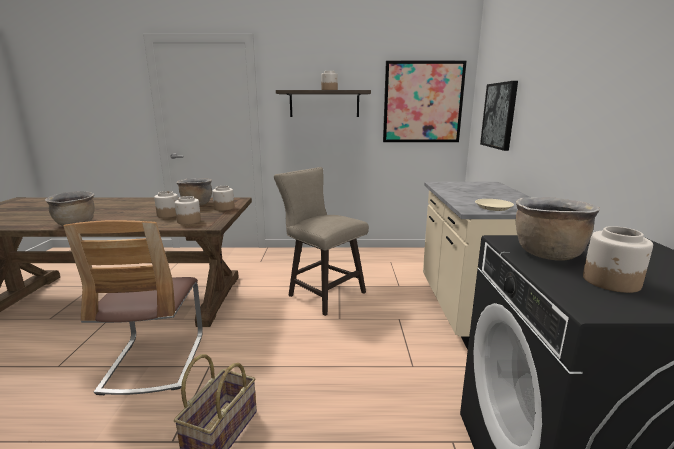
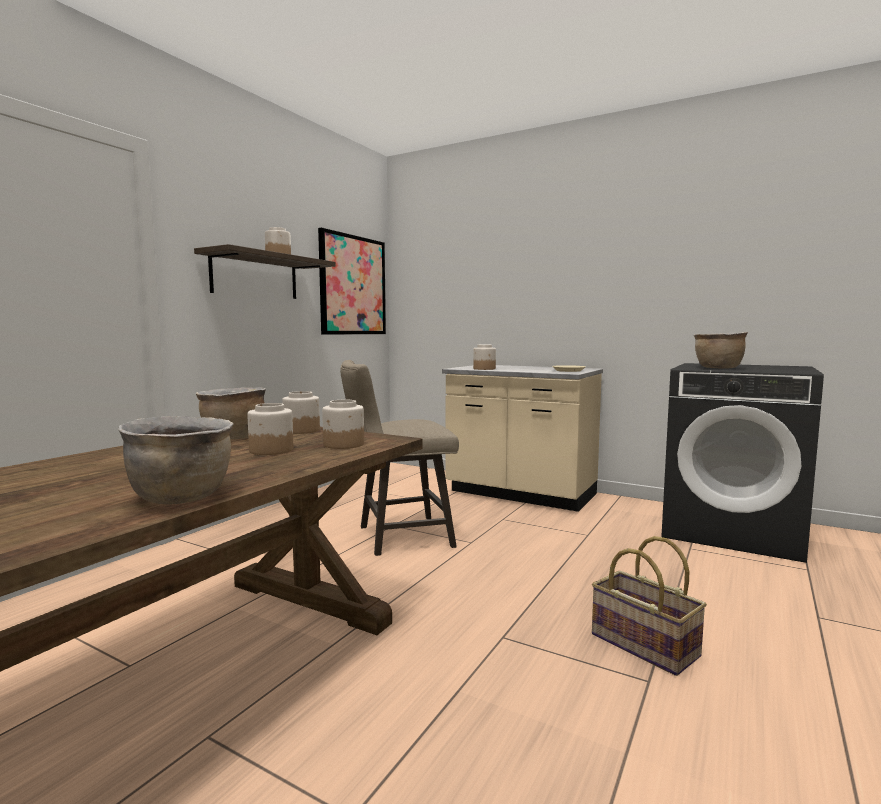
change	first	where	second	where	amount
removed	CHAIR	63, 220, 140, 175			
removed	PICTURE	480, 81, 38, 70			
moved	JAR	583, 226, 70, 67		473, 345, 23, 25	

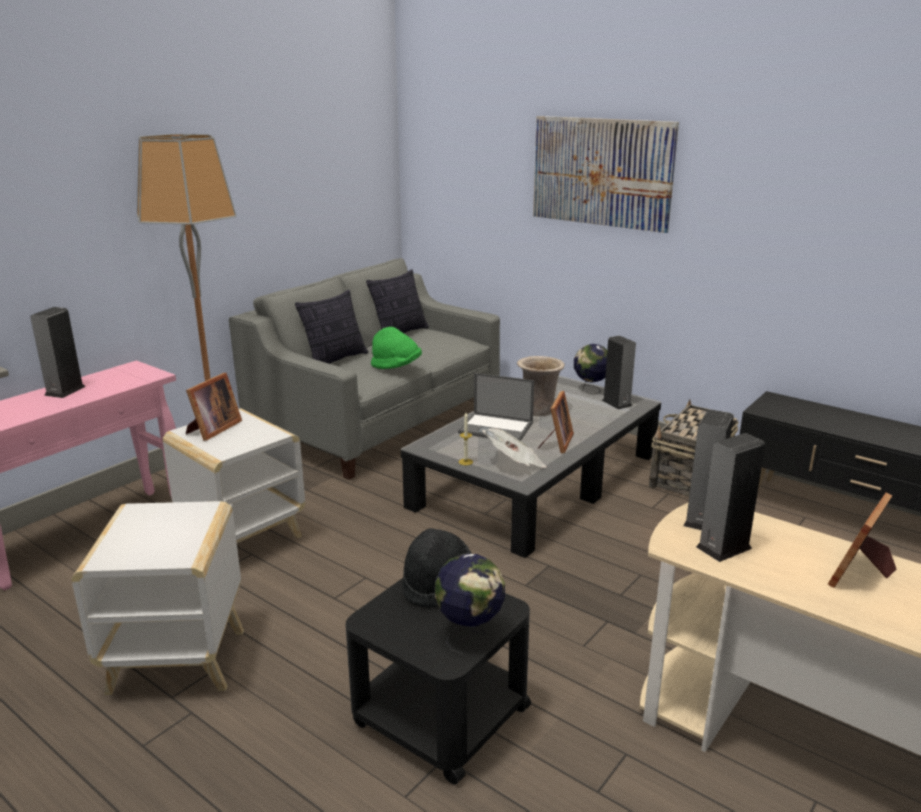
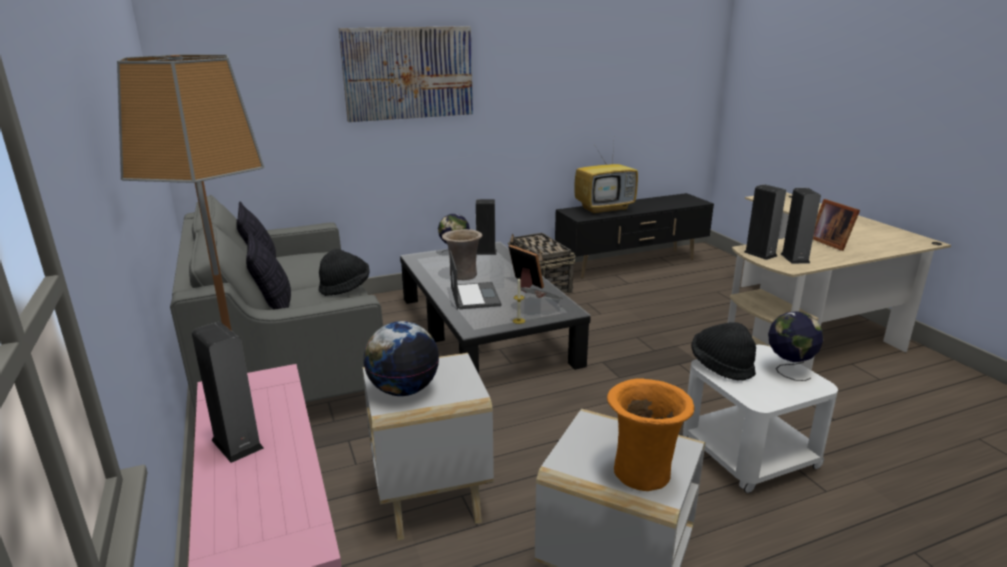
change	first	where	second	where	amount
replaced	PICTURE FRAME	186, 373, 56, 68	GLOBE	363, 321, 76, 75	
recoloured	BLACK SIDE TABLE	346, 578, 185, 206	WHITE SIDE TABLE	683, 345, 155, 148	
recoloured	GREEN HAT	371, 327, 51, 42	BLACK HAT	319, 249, 50, 47	
turned	LAPTOP	458, 373, 76, 68		450, 250, 51, 60	60 degrees counterclockwise
added			TELEVISION	575, 145, 63, 69	
added			ORANGE VASE	607, 379, 88, 112	

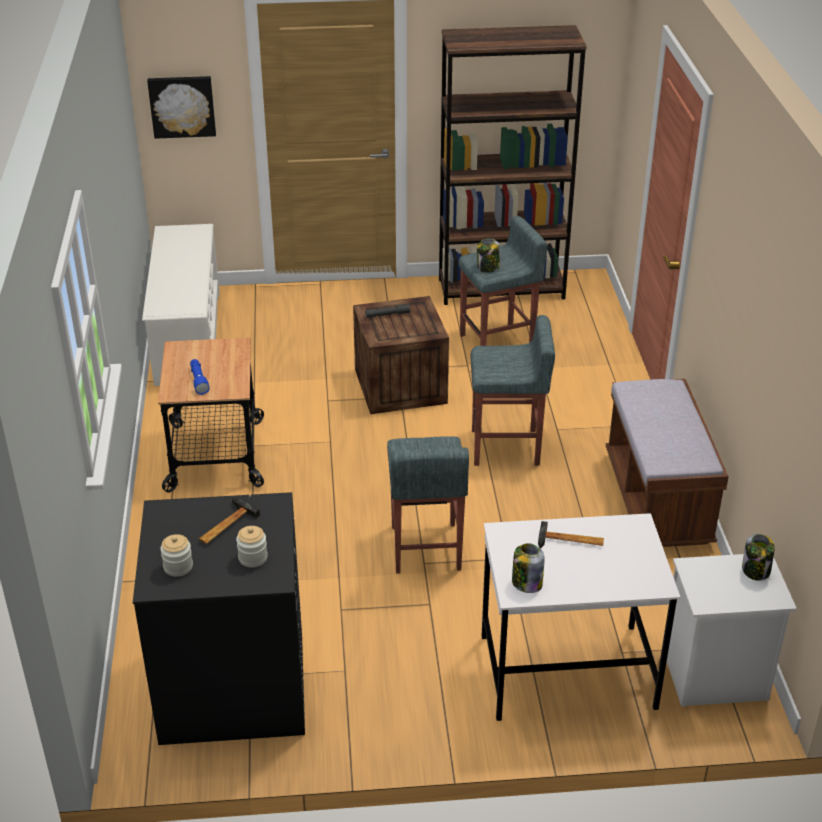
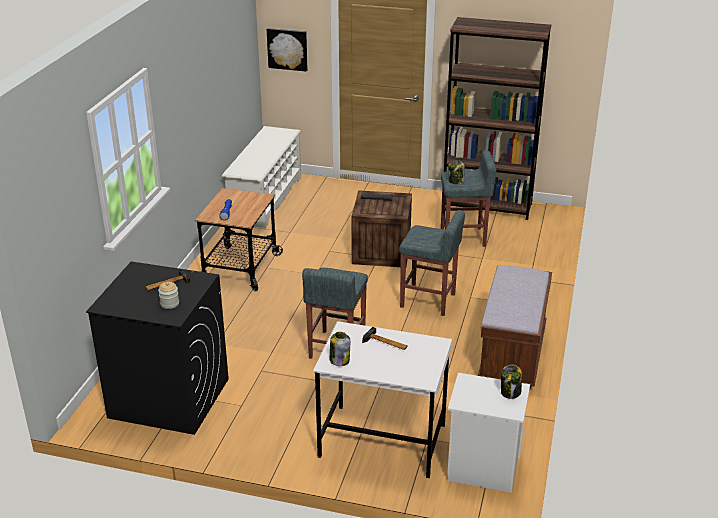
change	first	where	second	where	amount
removed	JAR	160, 534, 33, 43			

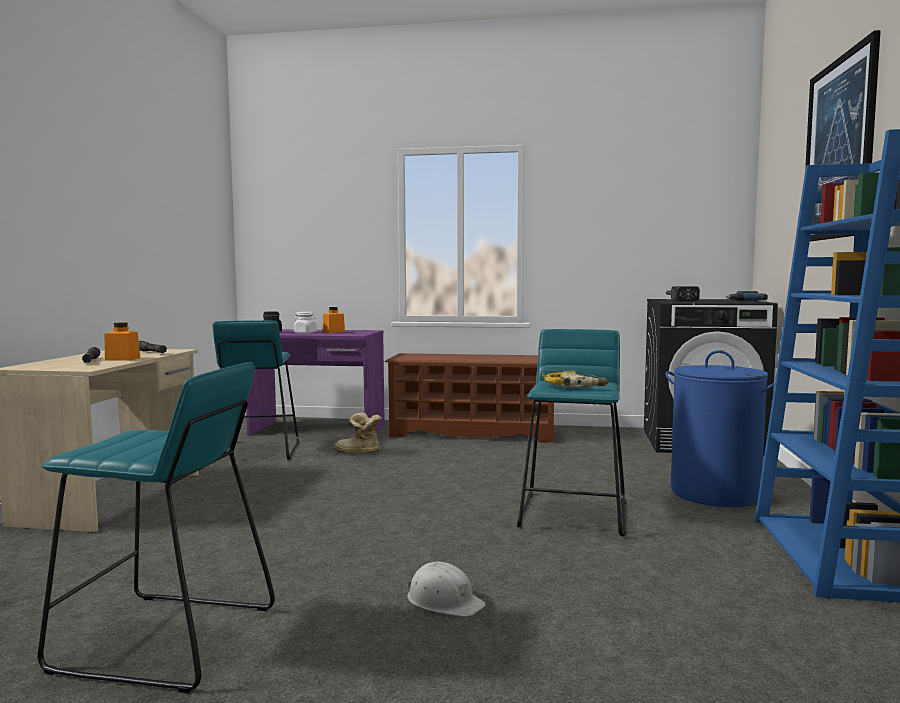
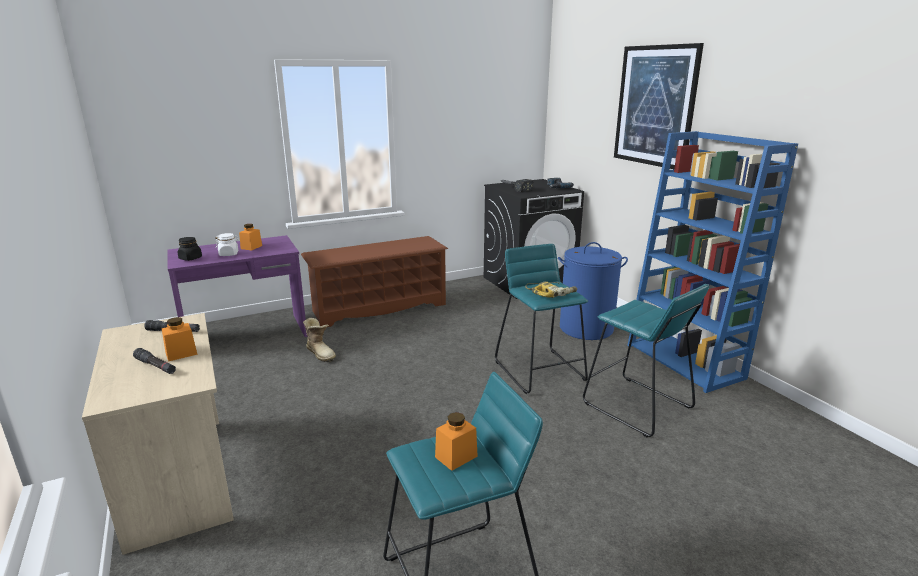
change	first	where	second	where	amount
moved	TURQUOISE STOOL	213, 321, 86, 139		583, 284, 126, 153	
turned	BOOT	334, 413, 48, 40		303, 318, 33, 44	120 degrees counterclockwise
removed	WHITE HARD HAT	407, 562, 79, 55			
added			ORANGE JAR	435, 412, 43, 59	

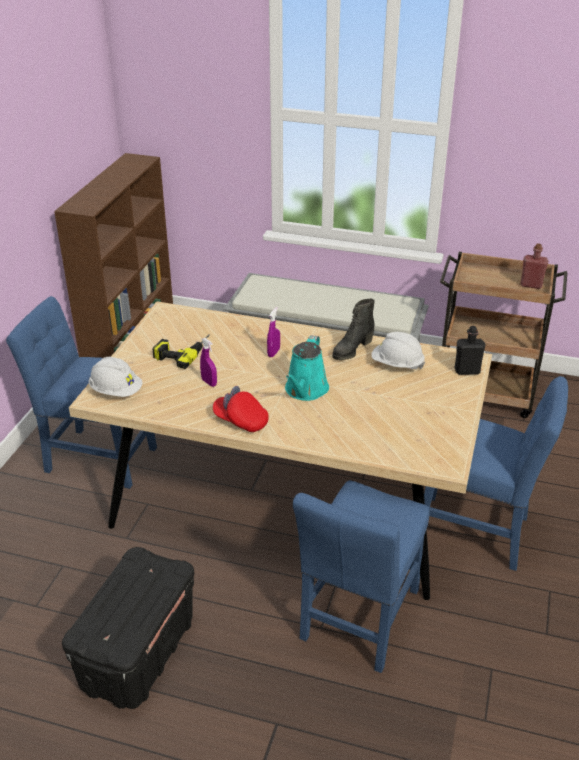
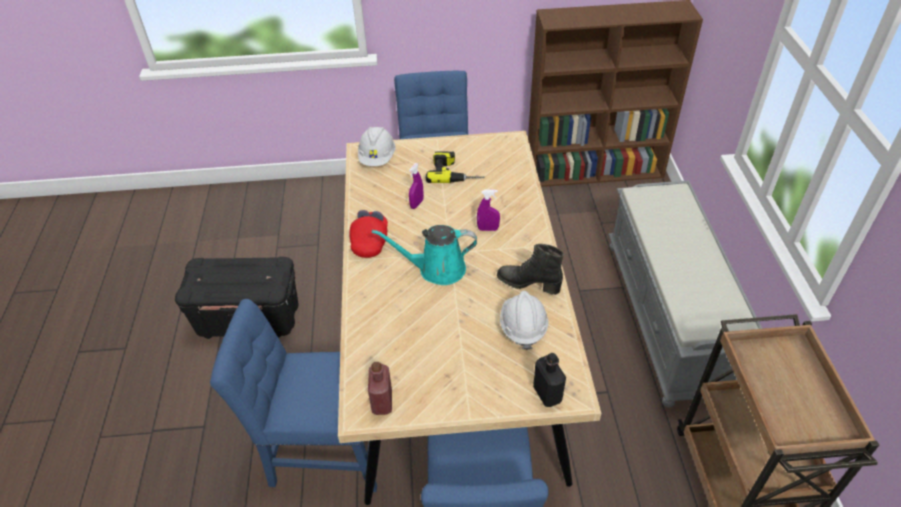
change	first	where	second	where	amount
moved	RED BOTTLE	520, 243, 29, 46		368, 362, 24, 53	

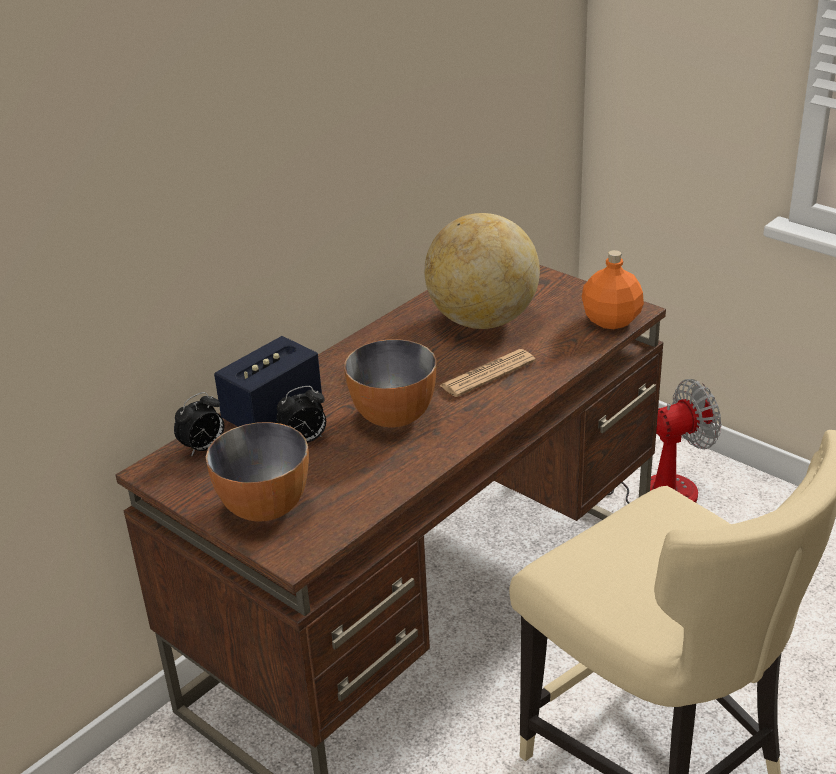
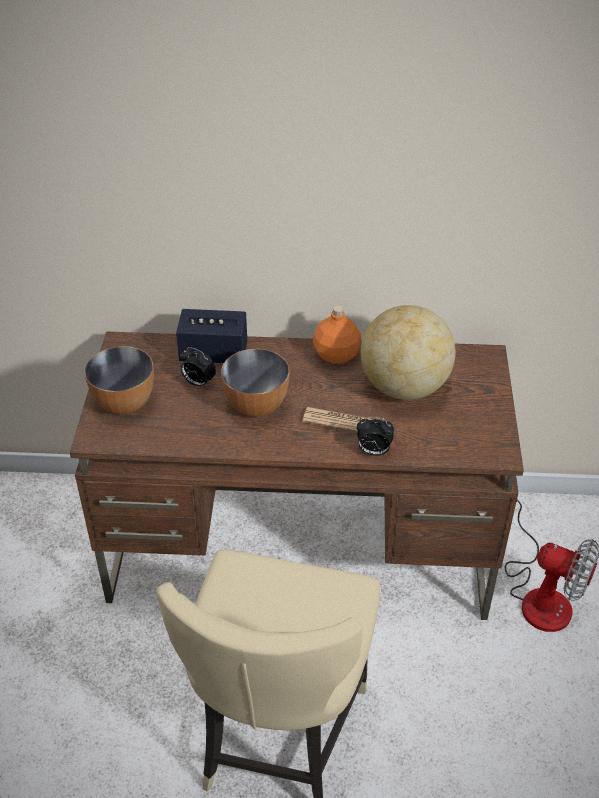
change	first	where	second	where	amount
moved	ALARM CLOCK	174, 392, 50, 64		357, 417, 37, 39	
moved	ORANGE BOTTLE	582, 250, 62, 79		313, 306, 48, 58	

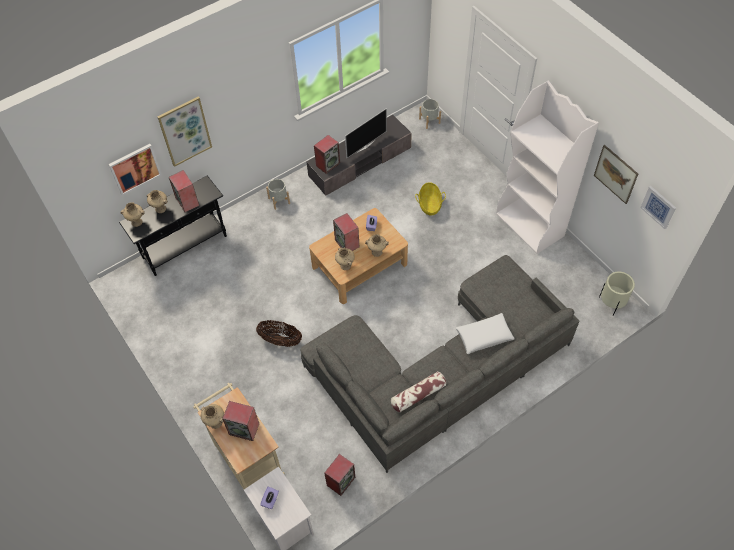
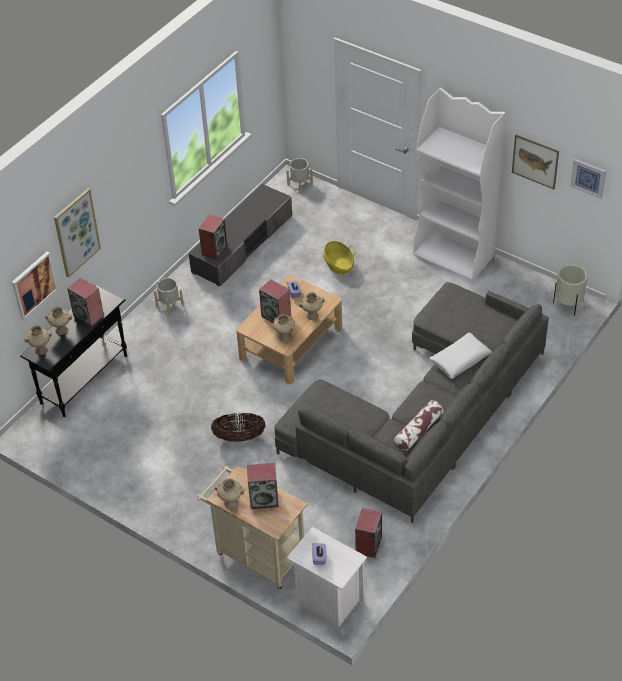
change	first	where	second	where	amount
removed	TELEVISION	345, 108, 42, 50			

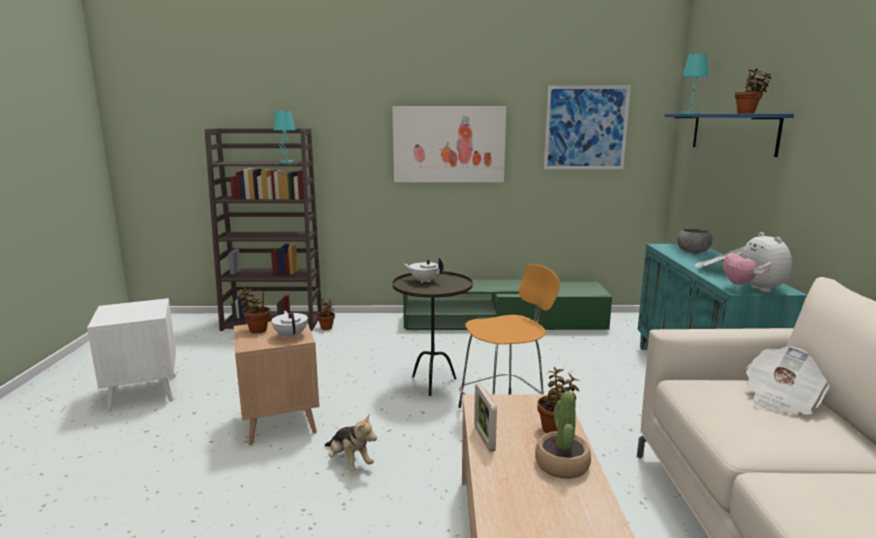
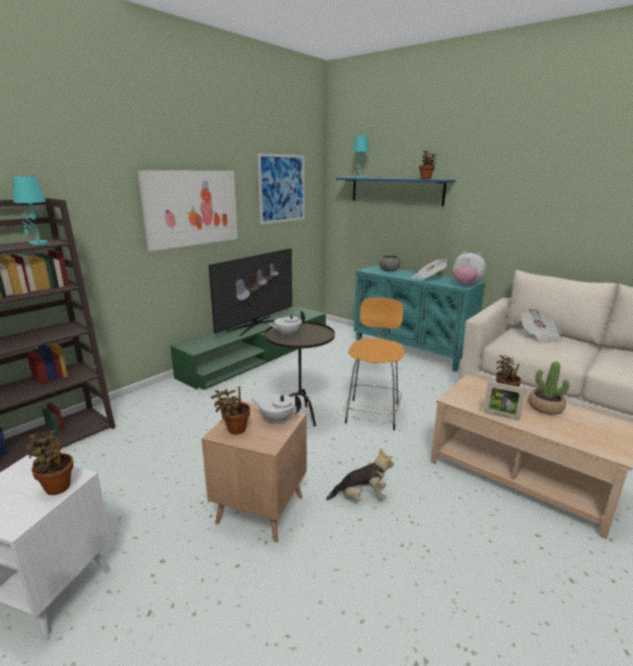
change	first	where	second	where	amount
moved	POTTED PLANT	317, 298, 18, 32		26, 430, 47, 65	
added			TELEVISION	209, 248, 83, 88	

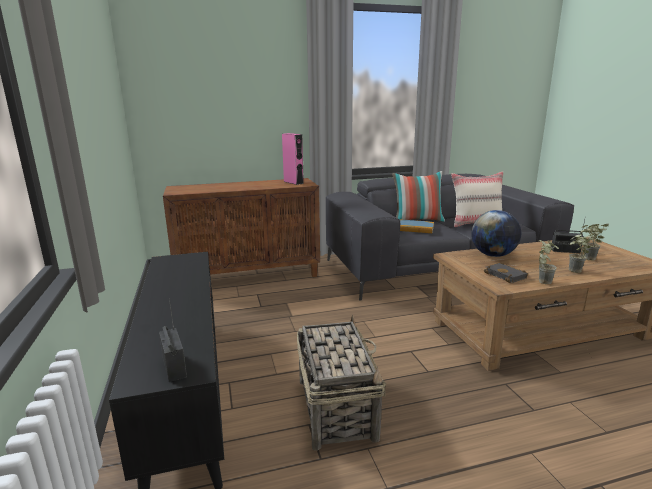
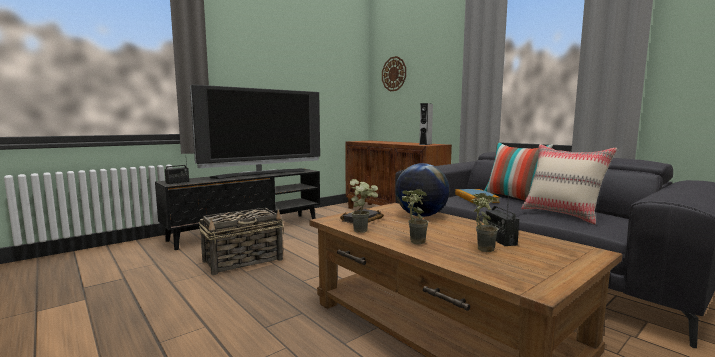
change	first	where	second	where	amount
recoloured	PINK SPEAKER	282, 133, 22, 52	GREY SPEAKER	419, 103, 14, 42	
added			TELEVISION	190, 85, 130, 94	
added			WALL CLOCK	382, 56, 24, 35	

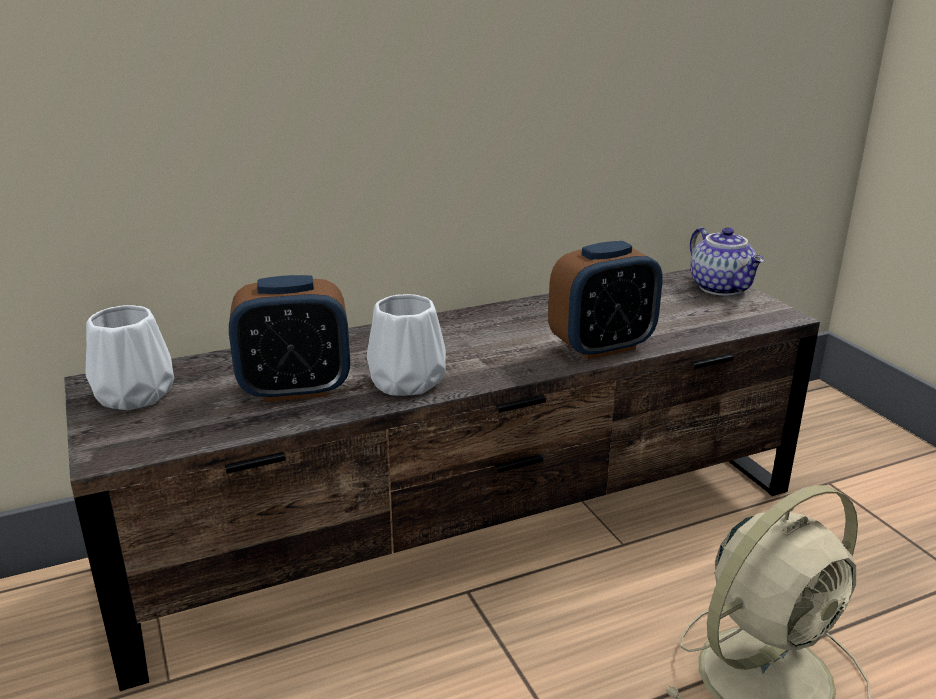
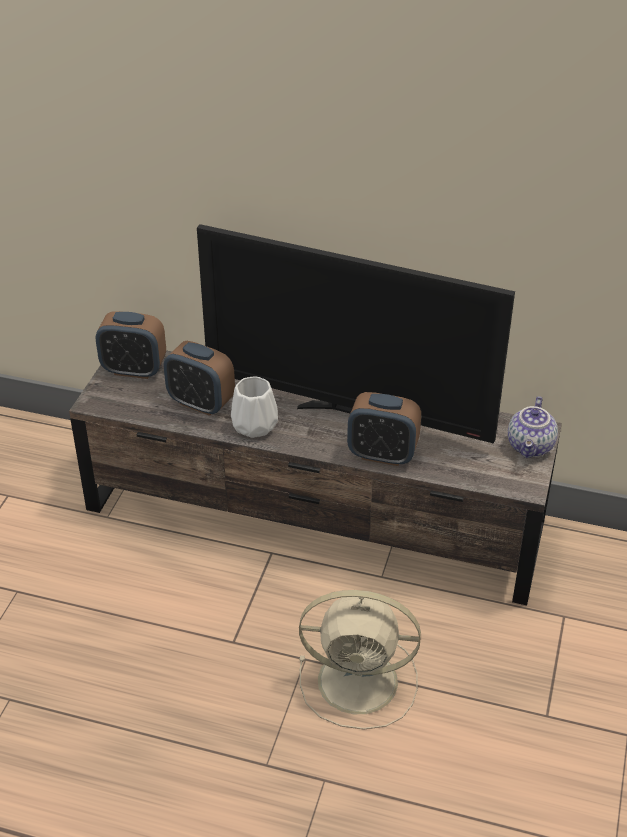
change	first	where	second	where	amount
replaced	WHITE VASE	86, 305, 88, 105	ALARM CLOCK	96, 311, 70, 68	
added			TELEVISION	197, 224, 318, 220	

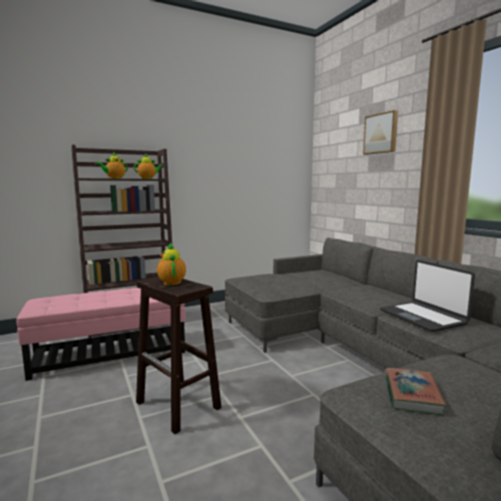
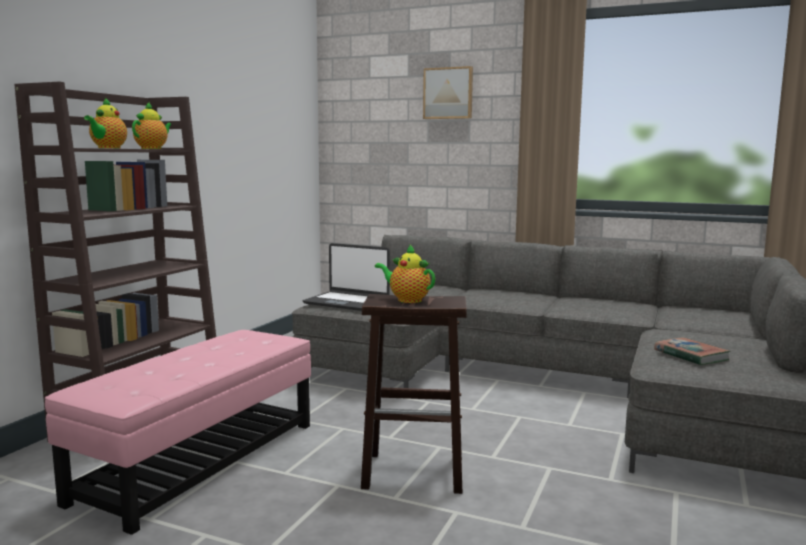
change	first	where	second	where	amount
moved	LAPTOP	380, 260, 95, 72		303, 243, 87, 68	

